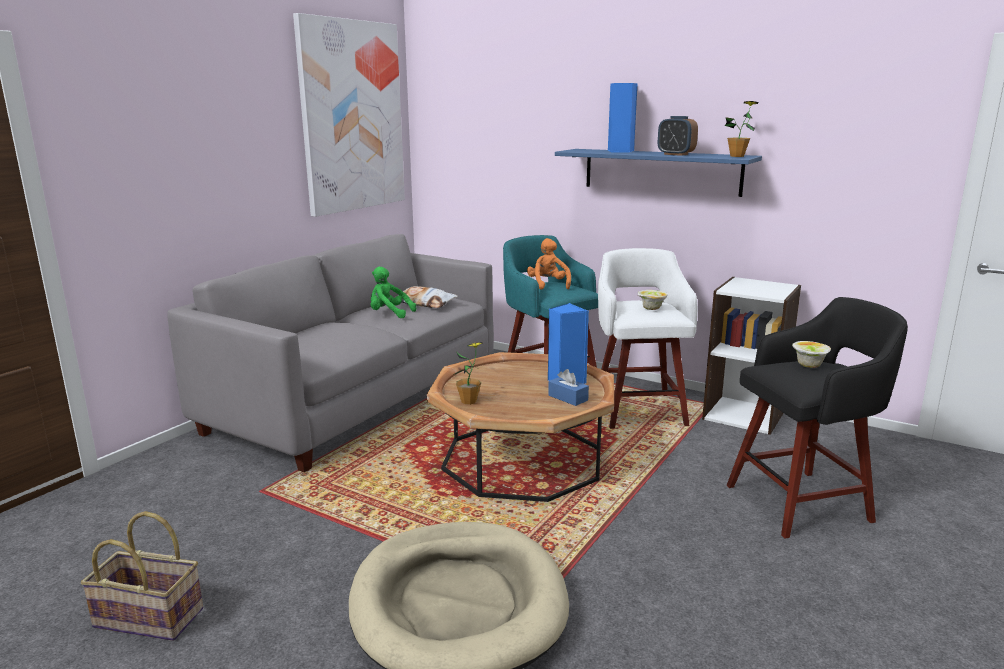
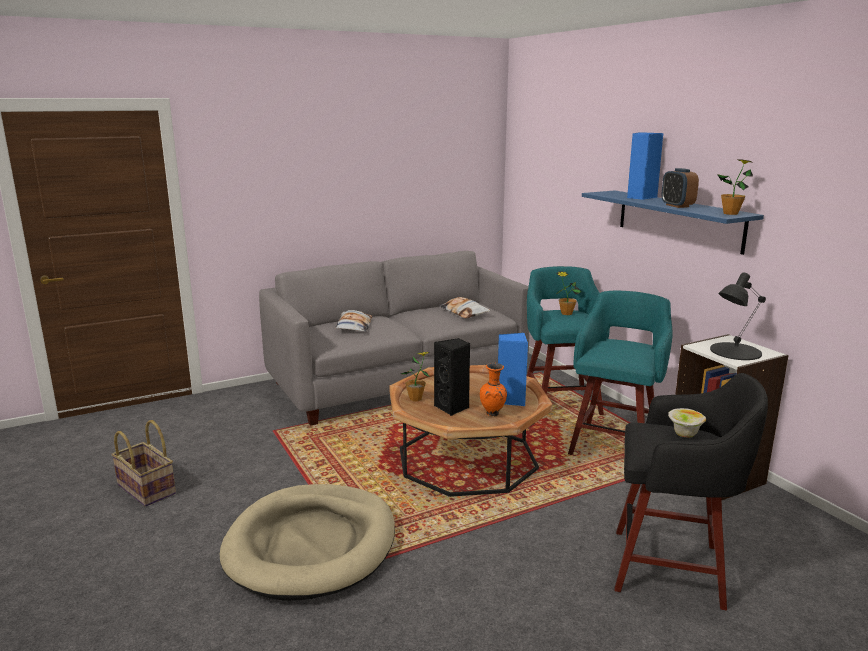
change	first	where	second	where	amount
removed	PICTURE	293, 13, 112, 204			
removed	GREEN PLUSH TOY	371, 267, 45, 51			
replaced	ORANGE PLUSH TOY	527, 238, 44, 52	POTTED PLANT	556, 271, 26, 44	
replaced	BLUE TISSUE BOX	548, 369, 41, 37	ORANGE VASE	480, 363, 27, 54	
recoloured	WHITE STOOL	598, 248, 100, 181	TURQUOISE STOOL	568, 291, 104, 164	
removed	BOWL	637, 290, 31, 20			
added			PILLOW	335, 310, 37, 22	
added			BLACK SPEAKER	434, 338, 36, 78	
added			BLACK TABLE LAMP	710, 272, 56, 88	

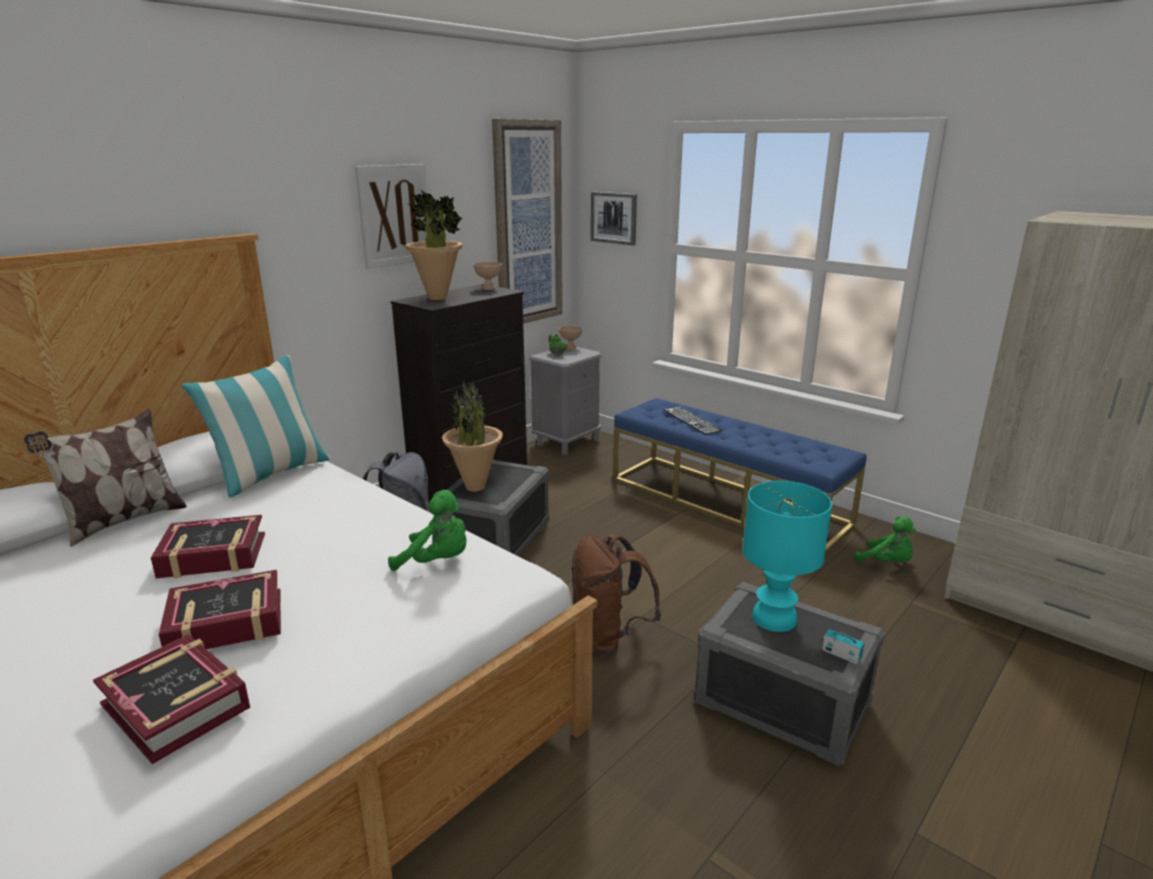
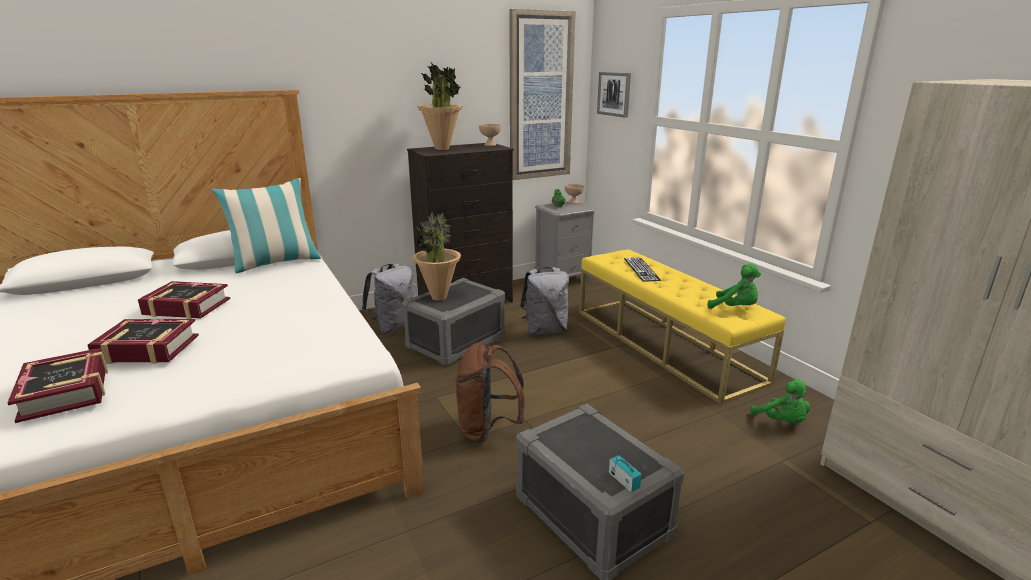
change	first	where	second	where	amount
removed	PILLOW	24, 409, 163, 138			
removed	PICTURE	355, 164, 71, 105			
moved	GREEN PLUSH TOY	388, 490, 78, 81		707, 264, 54, 45	
recoloured	BLUE BENCH	613, 398, 253, 156	YELLOW BENCH	579, 249, 207, 156	
removed	TURQUOISE TABLE LAMP	743, 481, 89, 151			
added			GREY BACKPACK	520, 267, 49, 68	

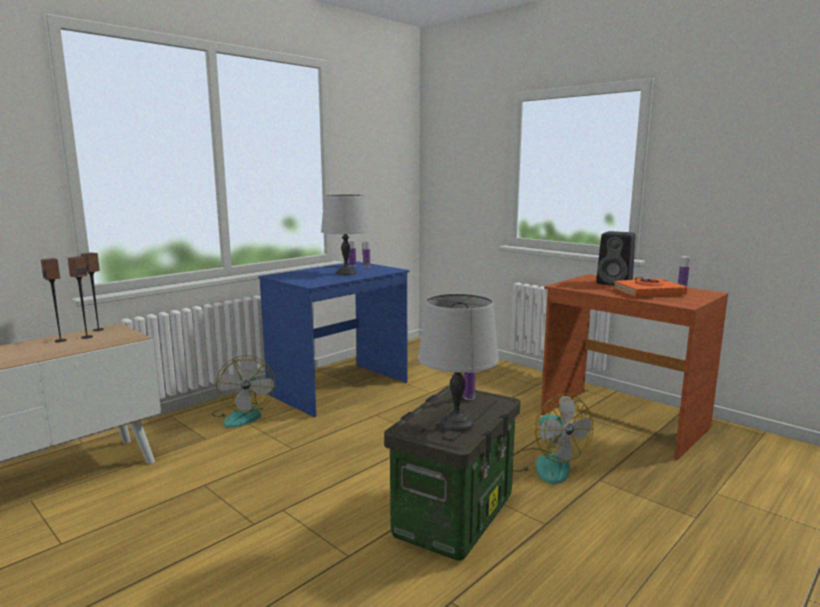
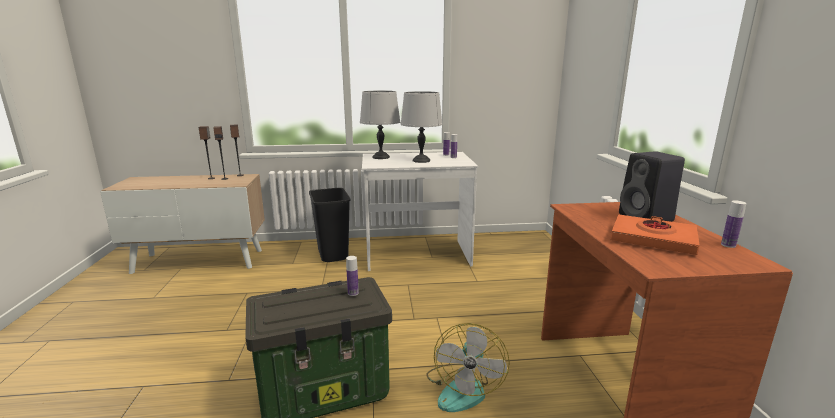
change	first	where	second	where	amount
replaced	FAN	212, 356, 63, 72	BLACK TRASH CAN	309, 188, 42, 74	
recoloured	BLUE DESK	258, 261, 152, 156	WHITE DESK	362, 152, 116, 119	
moved	GREY TABLE LAMP	418, 294, 81, 138		360, 91, 40, 68	

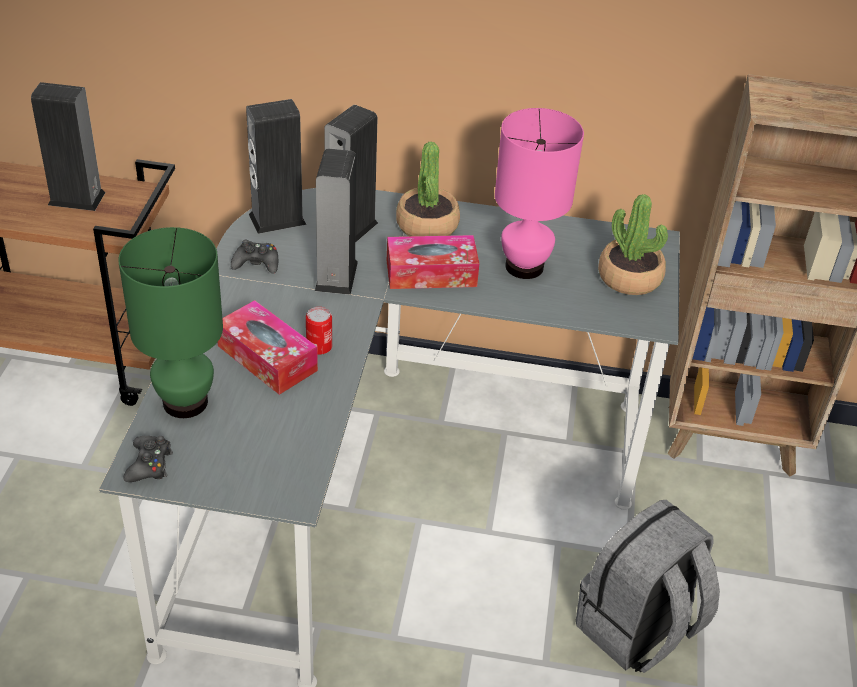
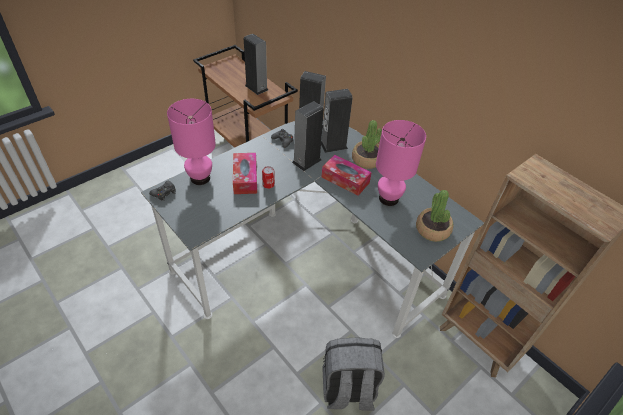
change	first	where	second	where	amount
recoloured	GREEN TABLE LAMP	118, 227, 105, 191	PINK TABLE LAMP	167, 99, 49, 86	

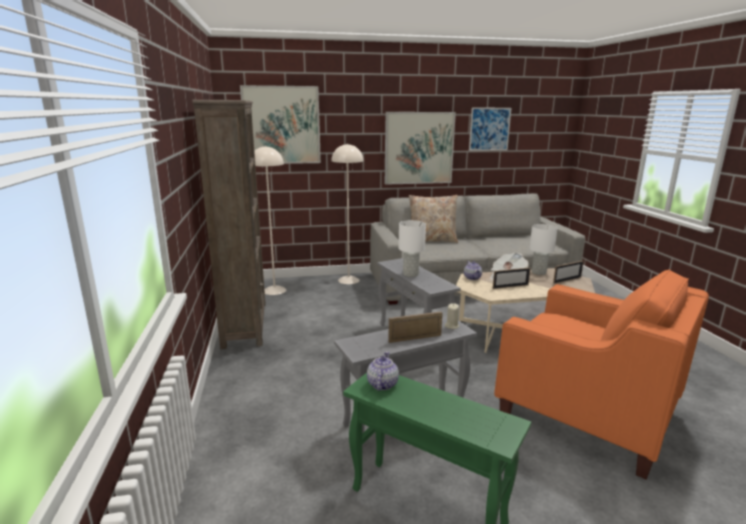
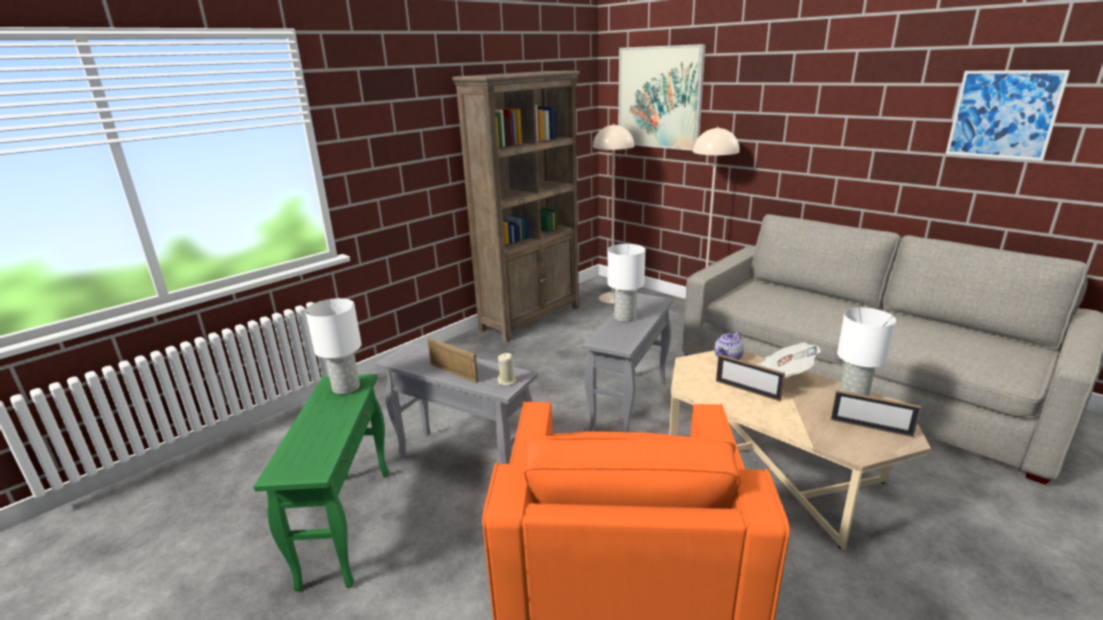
change	first	where	second	where	amount
replaced	TEAPOT	367, 351, 32, 40	WHITE TABLE LAMP	305, 298, 57, 97	
removed	PICTURE	385, 112, 71, 73			
removed	BEIGE PILLOW	409, 195, 49, 48			

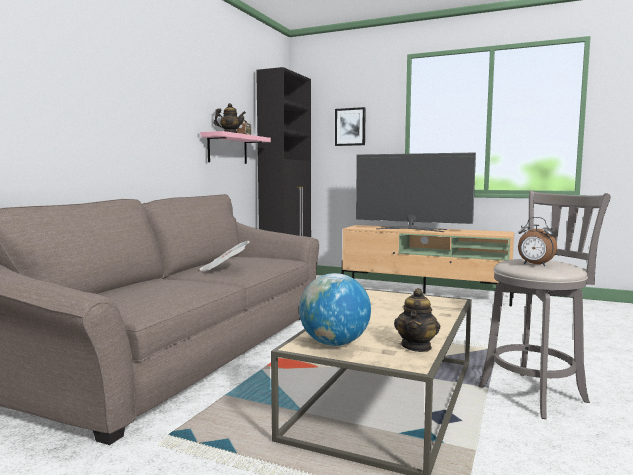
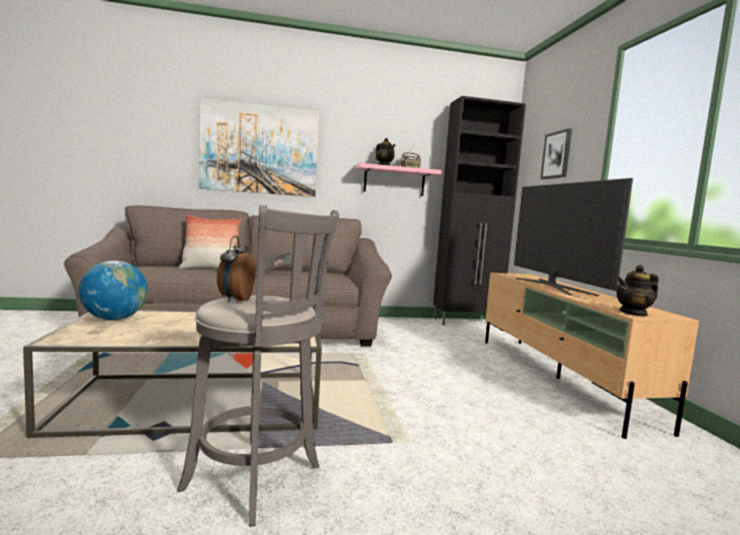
change	first	where	second	where	amount
moved	TEAPOT	394, 288, 46, 64		616, 265, 43, 51	
added			PILLOW	179, 215, 62, 54	
added			PICTURE	199, 98, 120, 99	

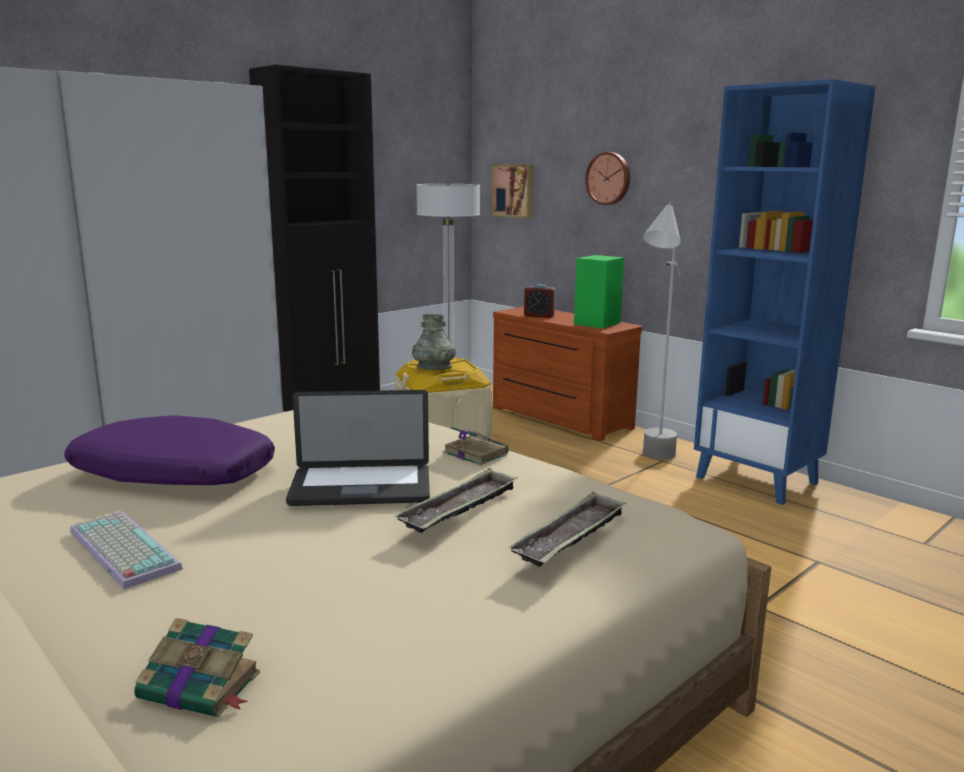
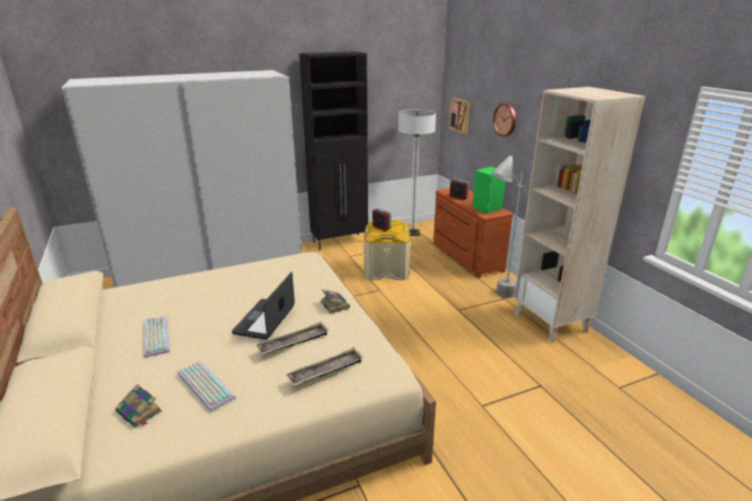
change	first	where	second	where	amount
removed	PURPLE PILLOW	64, 415, 211, 70			
turned	LAPTOP	286, 390, 144, 116		232, 272, 63, 68	90 degrees clockwise
replaced	GREY VASE	412, 314, 44, 56	ALARM CLOCK	373, 208, 18, 23	
recoloured	BLUE BOOKCASE	694, 79, 182, 426	BEIGE BOOKCASE	514, 87, 131, 256	
added			KEYBOARD	177, 360, 59, 52	

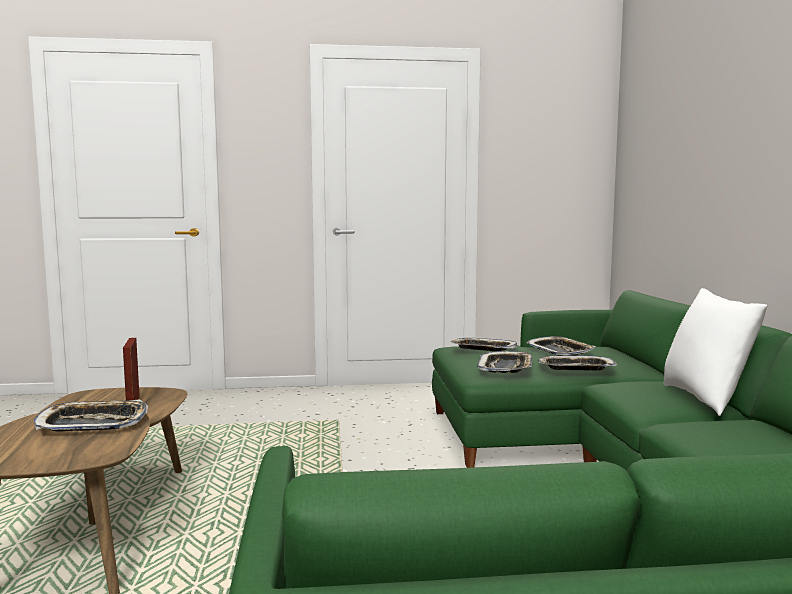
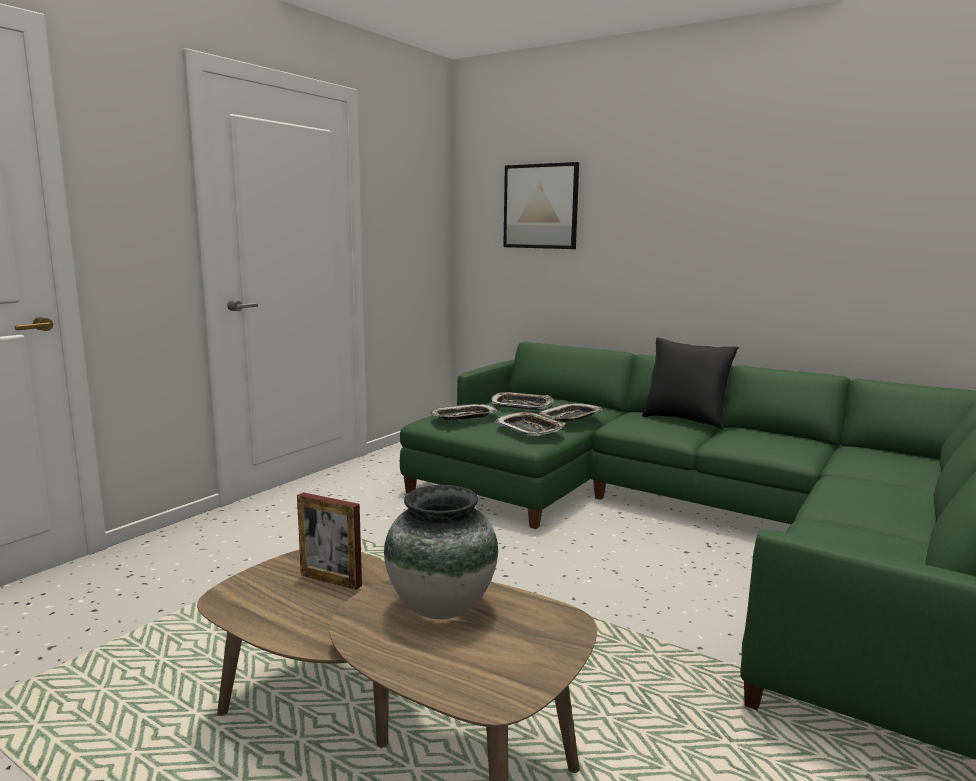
change	first	where	second	where	amount
replaced	TRAY	34, 399, 114, 32	VASE	384, 485, 114, 134	
recoloured	WHITE PILLOW	664, 288, 103, 128	BLACK PILLOW	642, 337, 97, 93	
added			PICTURE	503, 162, 76, 87	

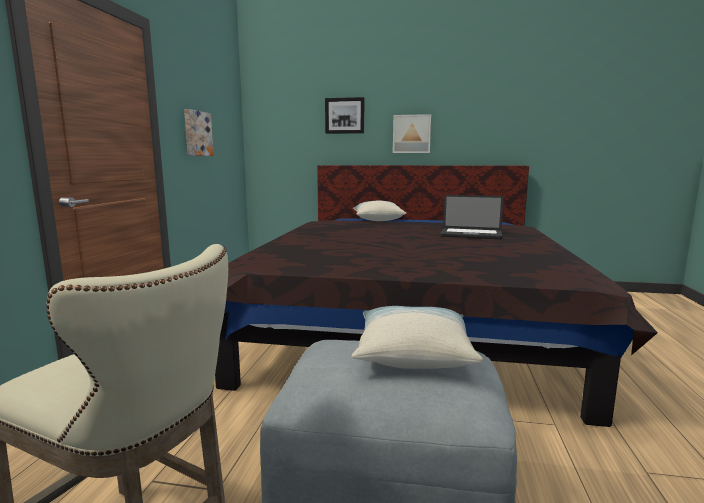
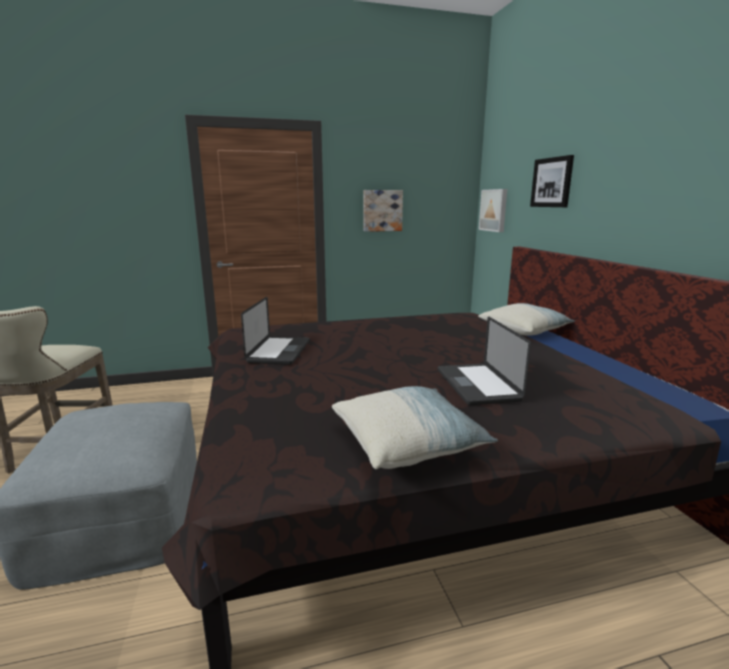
change	first	where	second	where	amount
moved	PILLOW	352, 306, 131, 63		332, 386, 166, 83	
moved	PICTURE	393, 114, 38, 39		479, 189, 28, 43	
added			LAPTOP	241, 297, 69, 68	

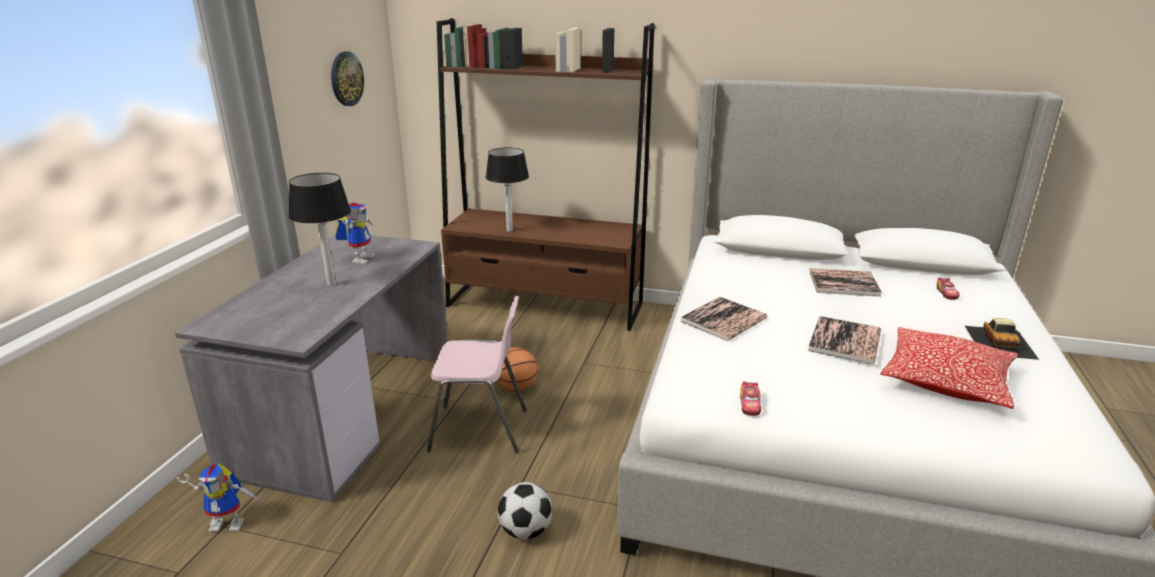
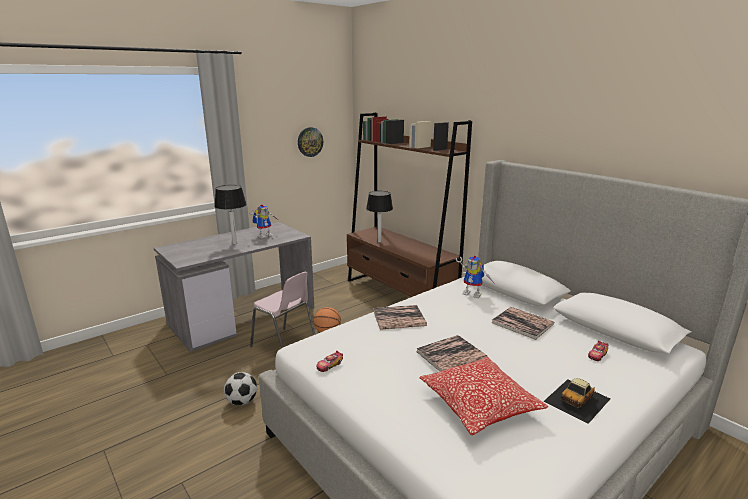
change	first	where	second	where	amount
moved	TOY ROBOT	177, 463, 84, 69		456, 256, 39, 42	

